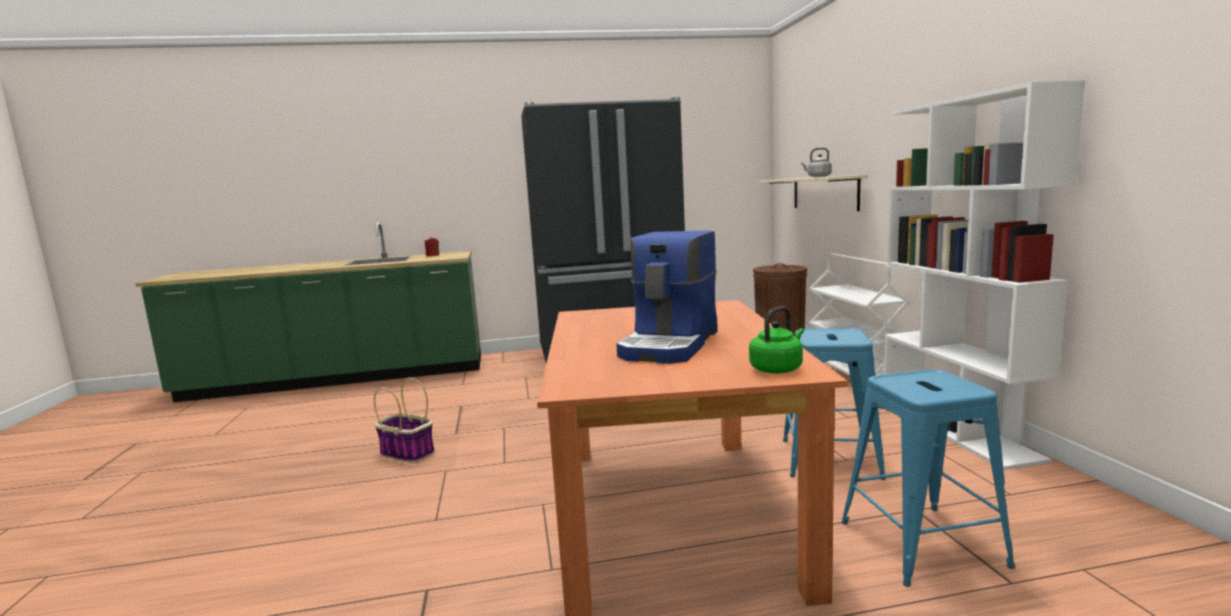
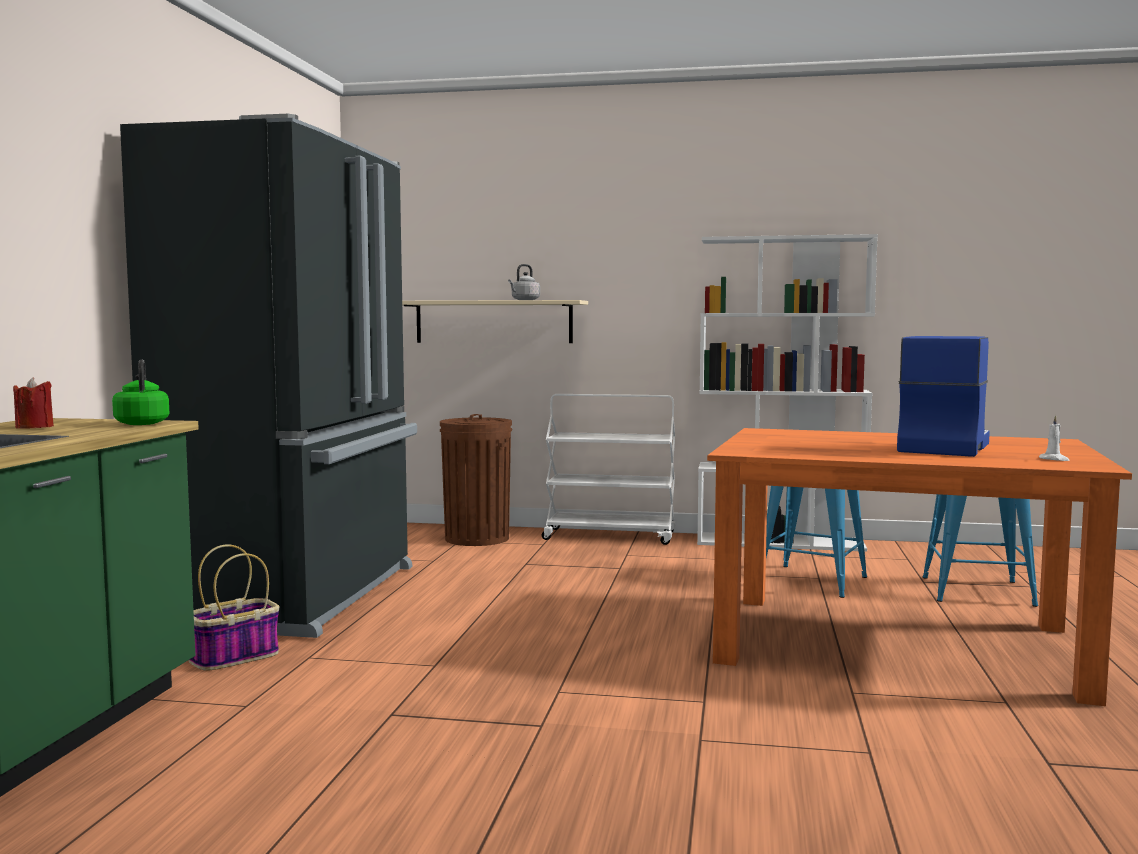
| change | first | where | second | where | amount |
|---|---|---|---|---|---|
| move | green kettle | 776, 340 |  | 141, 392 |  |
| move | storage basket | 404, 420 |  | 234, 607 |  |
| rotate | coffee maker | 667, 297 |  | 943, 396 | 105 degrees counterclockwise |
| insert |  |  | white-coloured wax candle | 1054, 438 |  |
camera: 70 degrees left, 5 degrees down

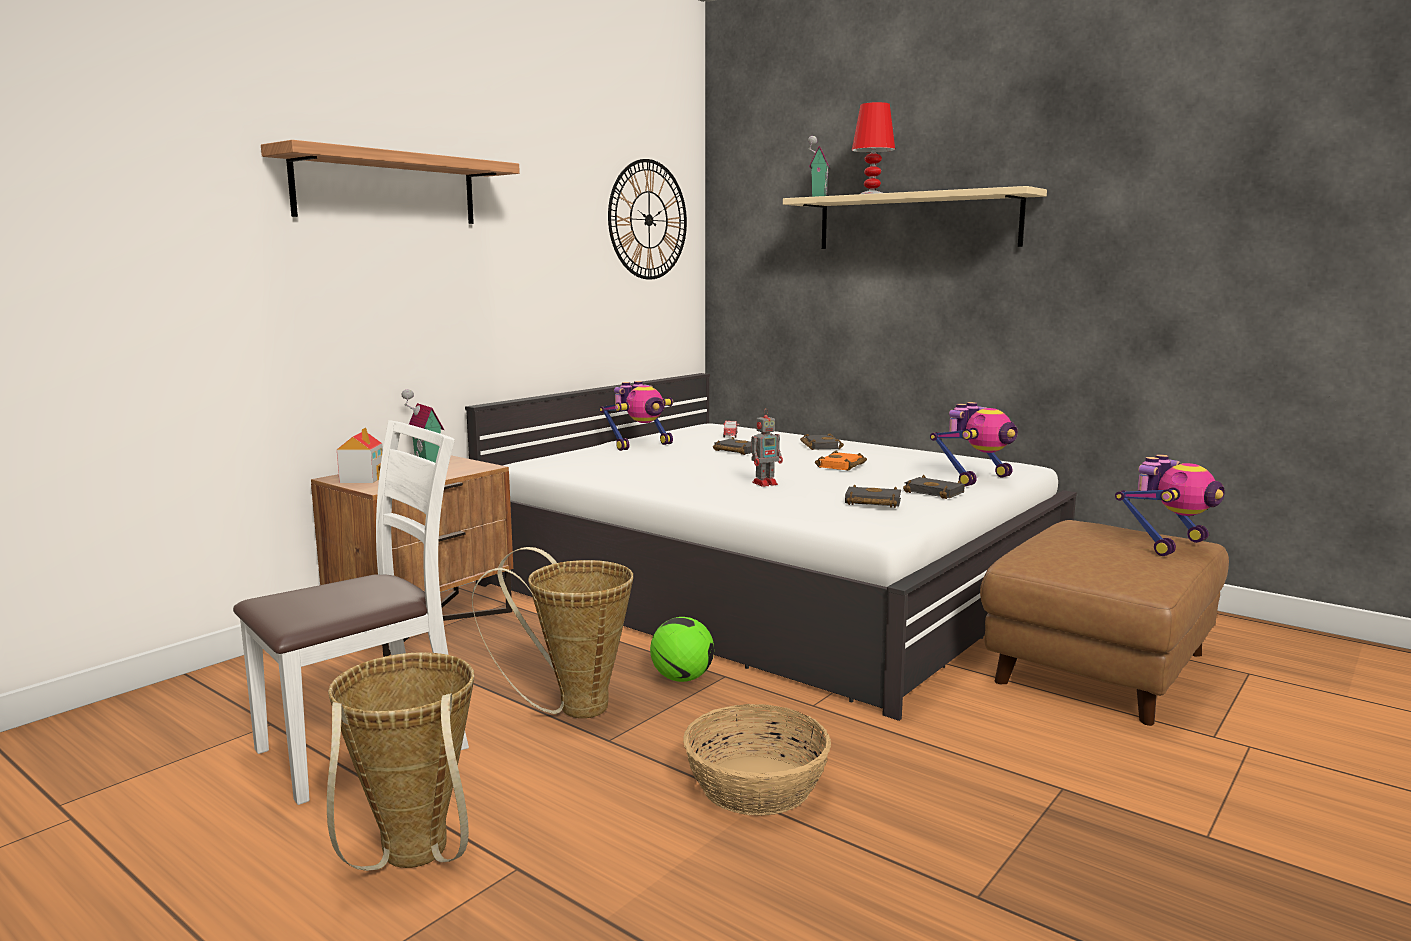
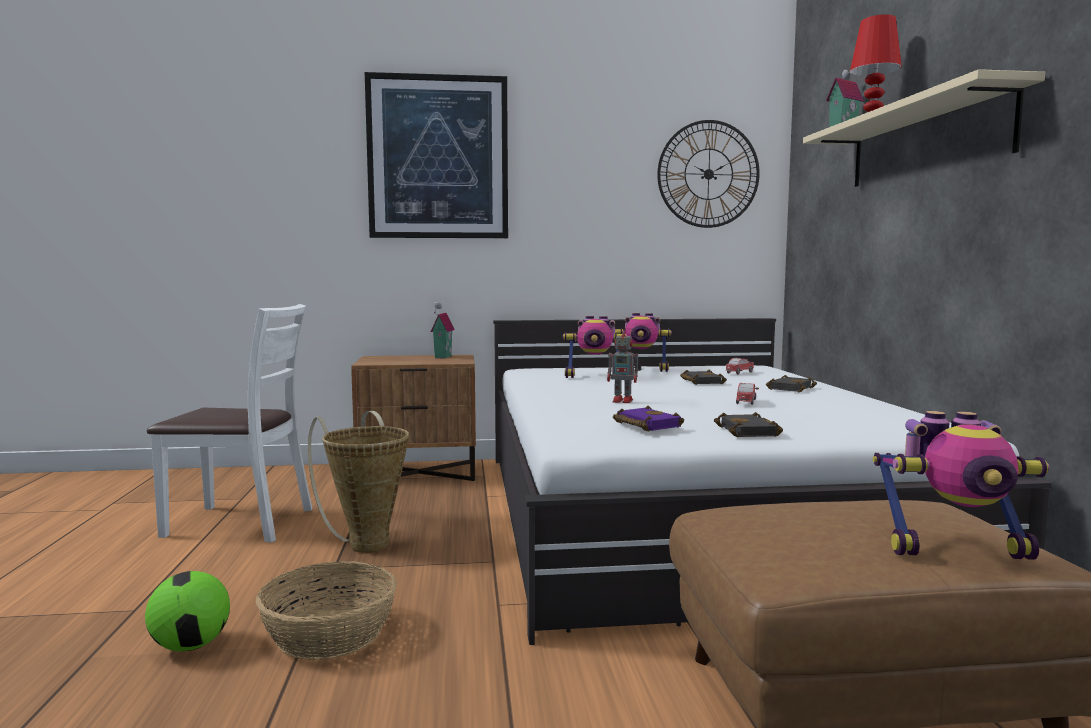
| change | first | where | second | where | amount |
|---|---|---|---|---|---|
| move | football ball | 682, 649 |  | 187, 611 |  |
| replace | bracket shelf | 390, 182 | wall picture | 436, 155 |  |
| move | model robot | 974, 444 |  | 595, 347 |  |
| recolor | blackish book | 873, 496 | purple-coloured book | 648, 418 |  |
| replace | orangey book | 841, 460 | miniature car | 747, 394 |  |
| delete | storage basket | 400, 761 |  |  |  |
| delete | miniature house | 360, 455 |  |  |  |
camera: 45 degrees right, 5 degrees down

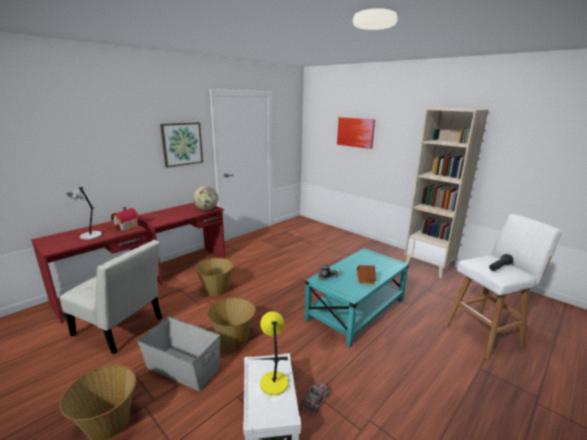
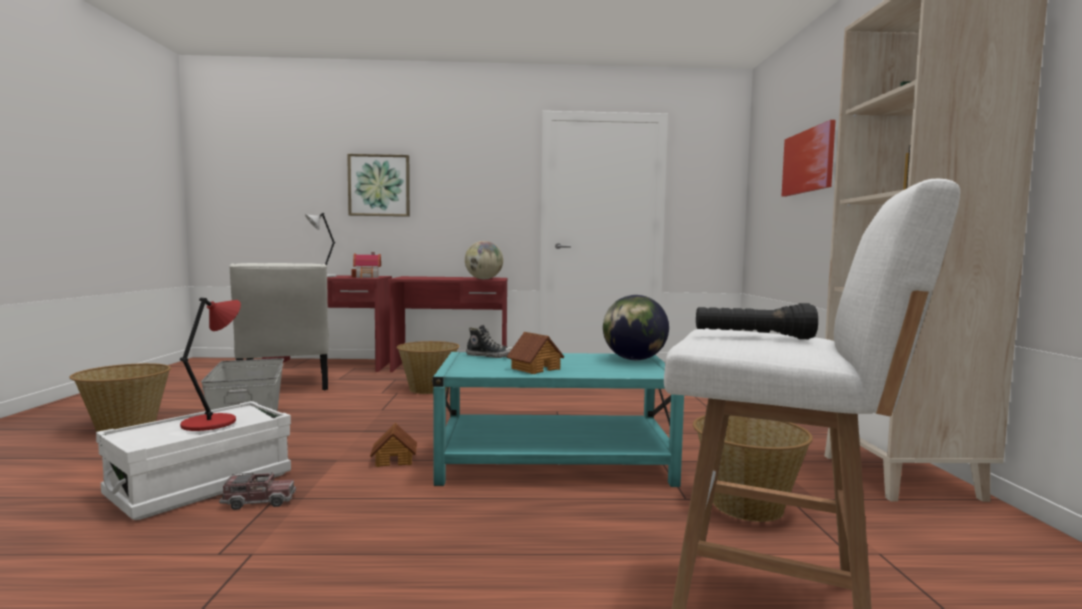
| change | first | where | second | where | amount |
|---|---|---|---|---|---|
| recolor | yellowish tabletop lamp | 274, 353 | red tabletop lamp | 210, 364 |  |
| move | wall picture | 181, 145 |  | 378, 185 |  |
| insert |  |  | miniature house | 393, 445 |  |
| insert |  |  | globe | 636, 327 |  |
| move | storage basket | 231, 323 |  | 753, 468 |  |
camera: 45 degrees right, 15 degrees down

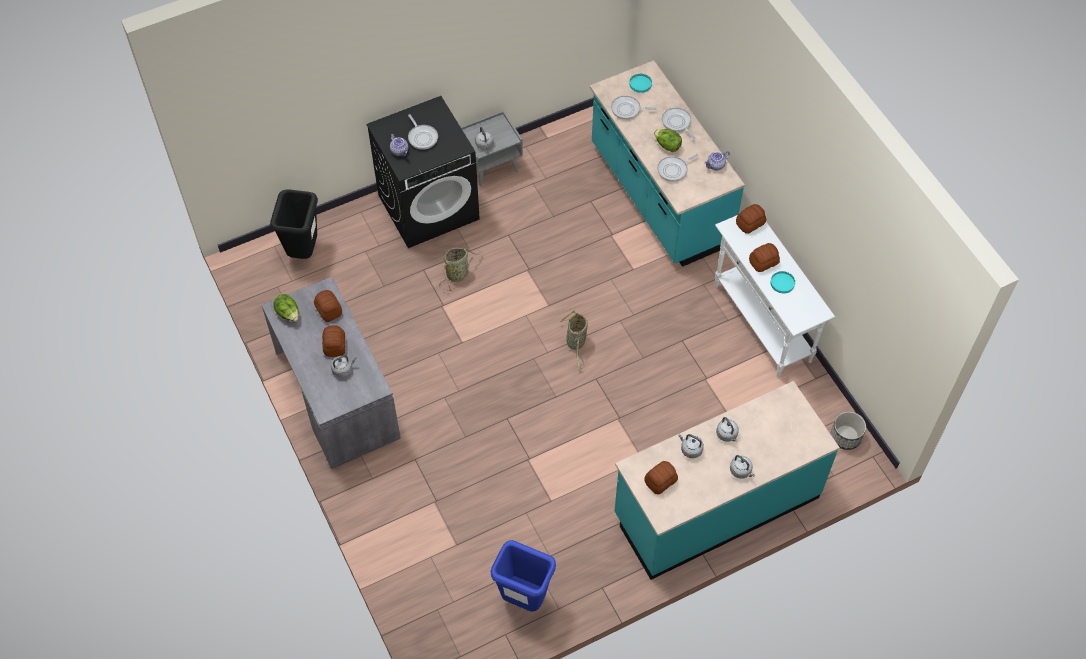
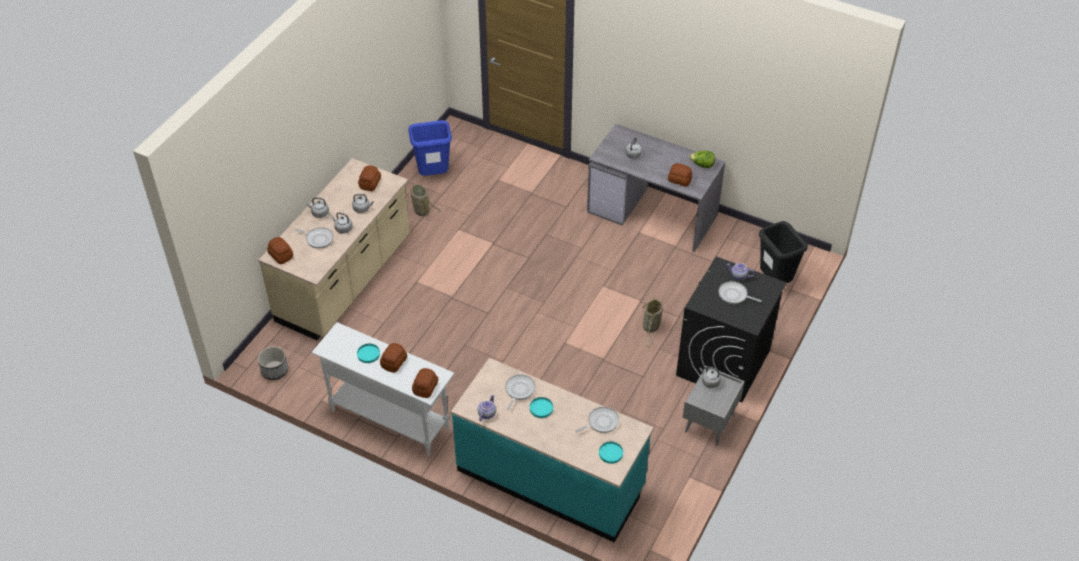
| change | first | where | second | where | amount |
|---|---|---|---|---|---|
| recolor | blue-green counter | 727, 480 | sand-coloured counter | 334, 249 |  |
| move | bakery bread | 333, 341 |  | 280, 250 |  |
| move | frying pan | 679, 123 |  | 314, 238 |  |
| move | storage basket | 574, 339 |  | 423, 202 |  |
| replace | lettuce head | 668, 140 | blue-green dinner plate | 541, 407 |  |
camera: 145 degrees right, 10 degrees down

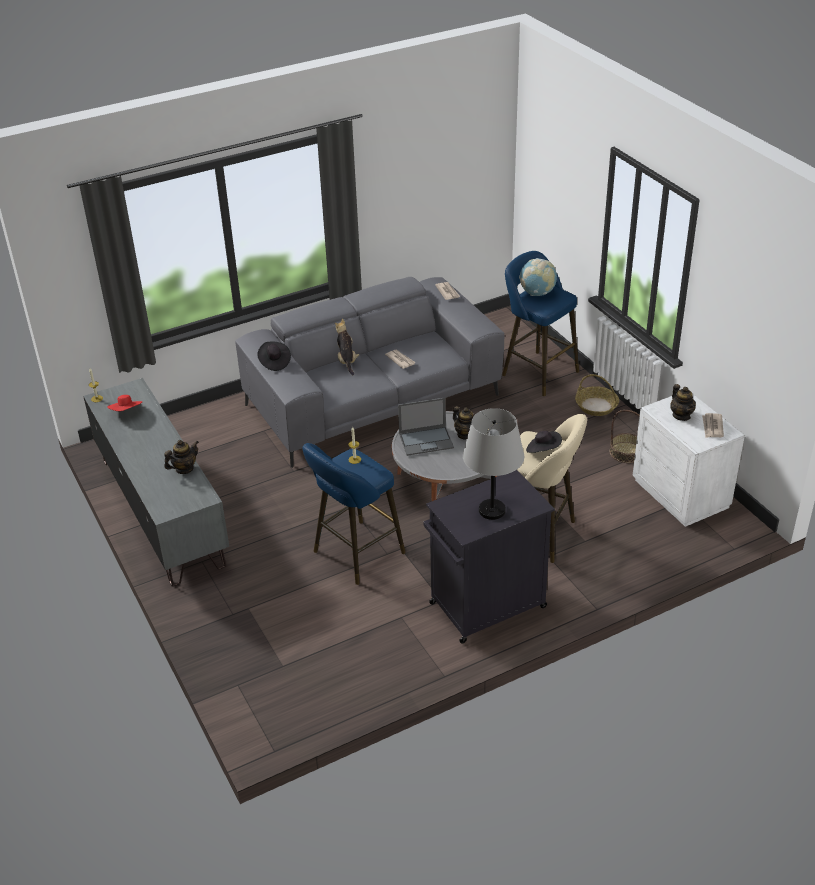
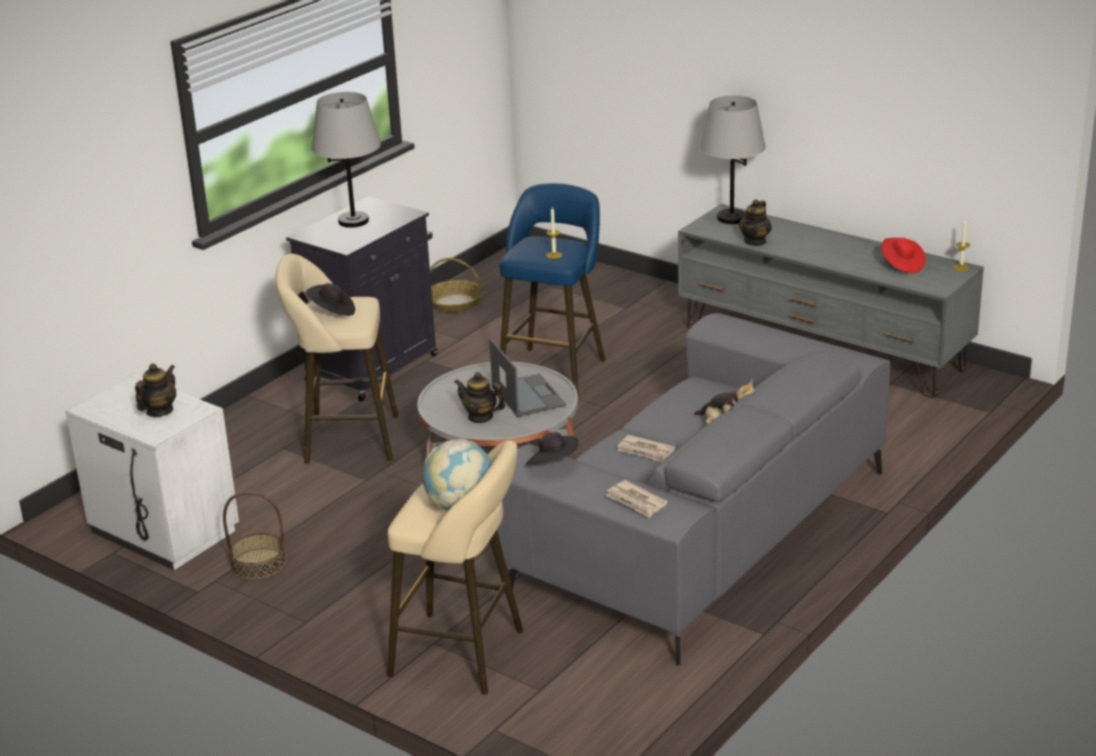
| change | first | where | second | where | amount |
|---|---|---|---|---|---|
| rotate | tea pot | 683, 402 |  | 155, 390 | 75 degrees clockwise |
| recolor | blue-coloured stool seat | 540, 323 | sand-coloured stool seat | 455, 567 |  |
| move | storage basket | 597, 395 |  | 456, 285 |  |
| rotate | portable computer | 426, 427 |  | 527, 377 | 105 degrees clockwise |
| move | blackish clothing hat | 274, 356 |  | 552, 448 |  |
| insert |  |  | gray tabletop lamp | 733, 159 |  |
| delete | printed paper | 713, 425 |  |  |  |
camera: 155 degrees right, 10 degrees down

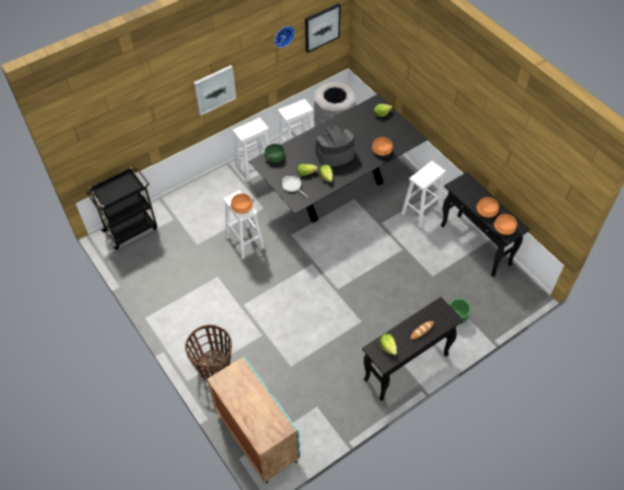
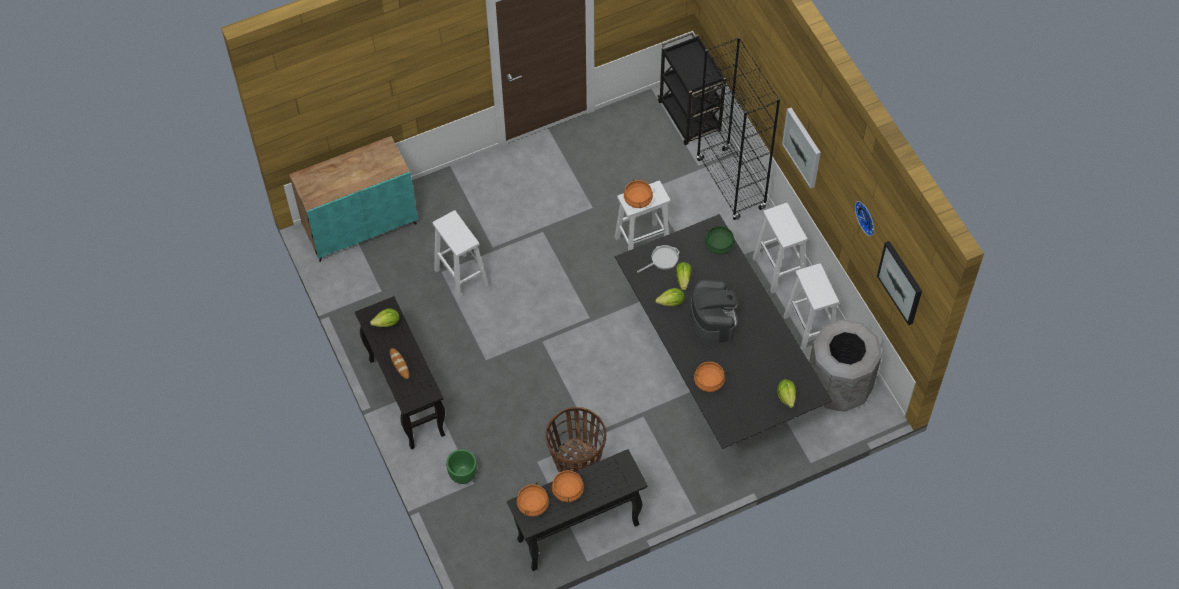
| change | first | where | second | where | amount |
|---|---|---|---|---|---|
| move | white-coloured stool seat | 423, 194 |  | 460, 256 |  |
| move | storage basket | 208, 352 |  | 576, 439 |  |
| insert |  |  | blackish bookshelf | 738, 128 |  |
camera: 100 degrees right, 5 degrees up

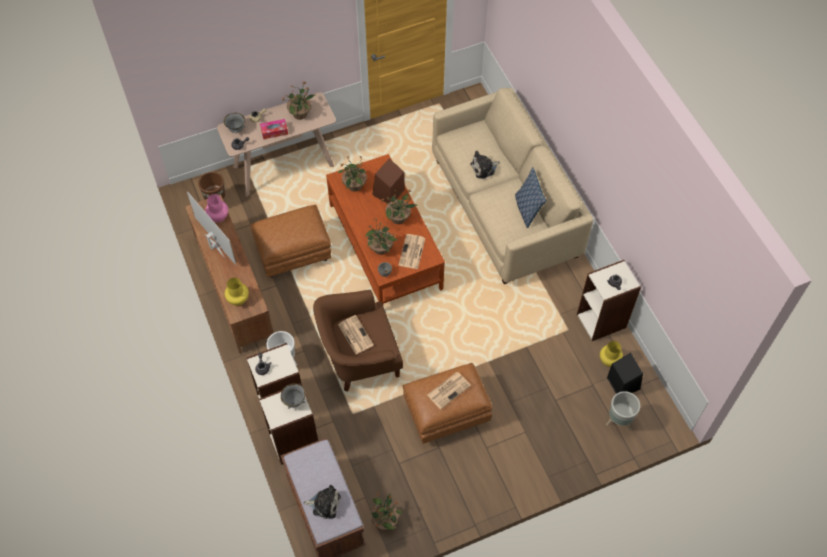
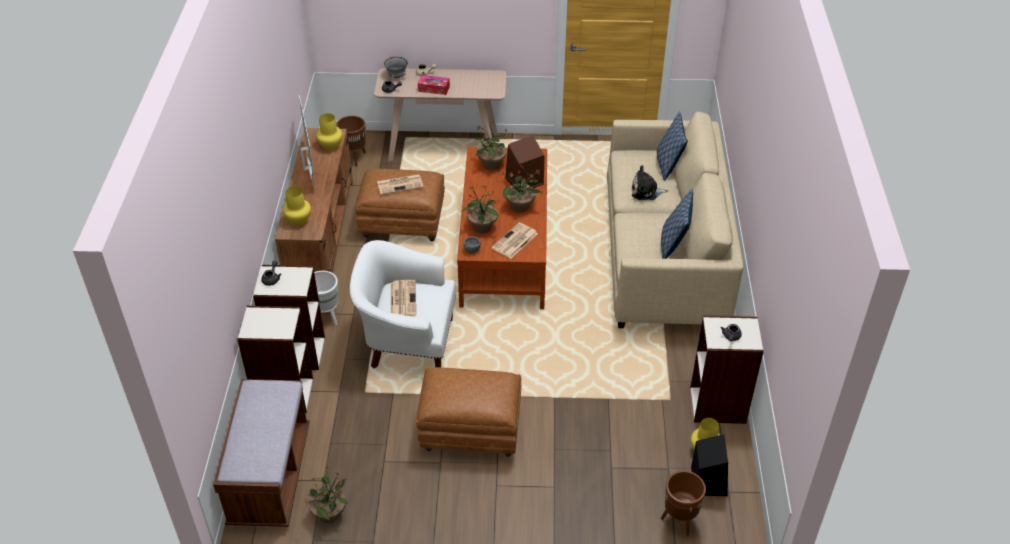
| change | first | where | second | where | amount |
|---|---|---|---|---|---|
| recolor | pinkish decorative vase | 216, 208 | yellowish decorative vase | 329, 132 |  |
| recolor | brownish easy chair | 358, 341 | white-coloured easy chair | 403, 304 |  |
| move | printed paper | 449, 390 |  | 400, 184 |  |
| insert |  |  | throw pillow | 672, 146 |  |
| recolor | gray plant pot | 623, 411 | brownish plant pot | 683, 503 |  |
| delete | houseplant | 298, 101 |  |  |  |
| delete | gray bowl | 293, 396 |  |  |  |
| delete | soft toy | 322, 502 |  |  |  |
camera: 25 degrees right, 15 degrees down

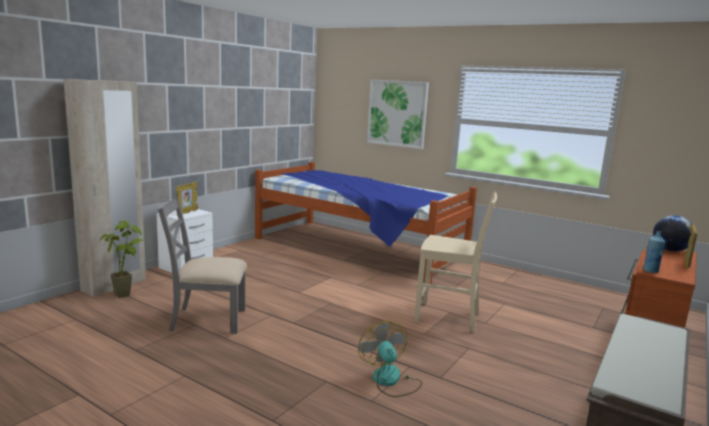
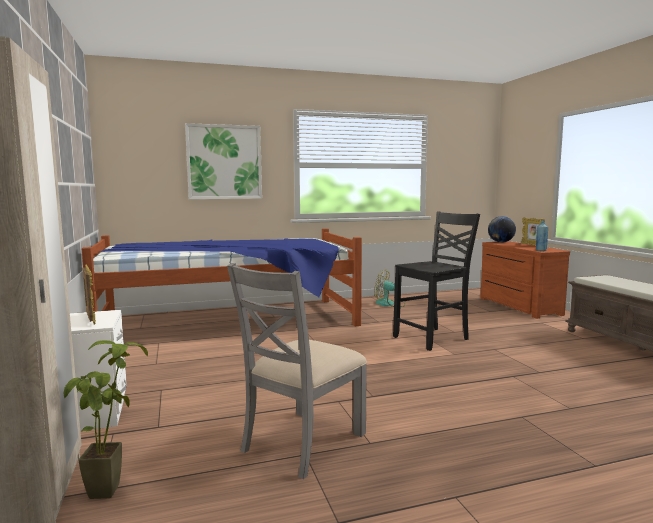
| change | first | where | second | where | amount |
|---|---|---|---|---|---|
| move | cooling fan | 390, 359 |  | 389, 288 |  |
| recolor | sand-coloured plain chair | 455, 261 | blackish plain chair | 436, 281 |  |
camera: 50 degrees left, 5 degrees down

